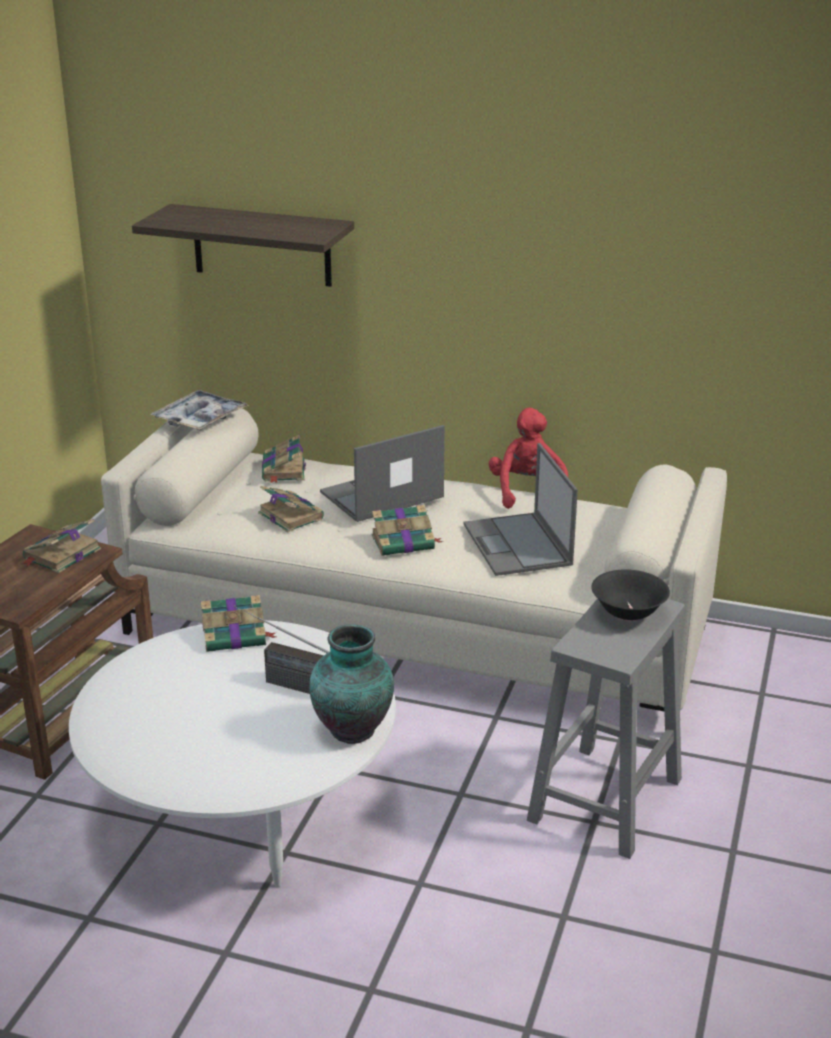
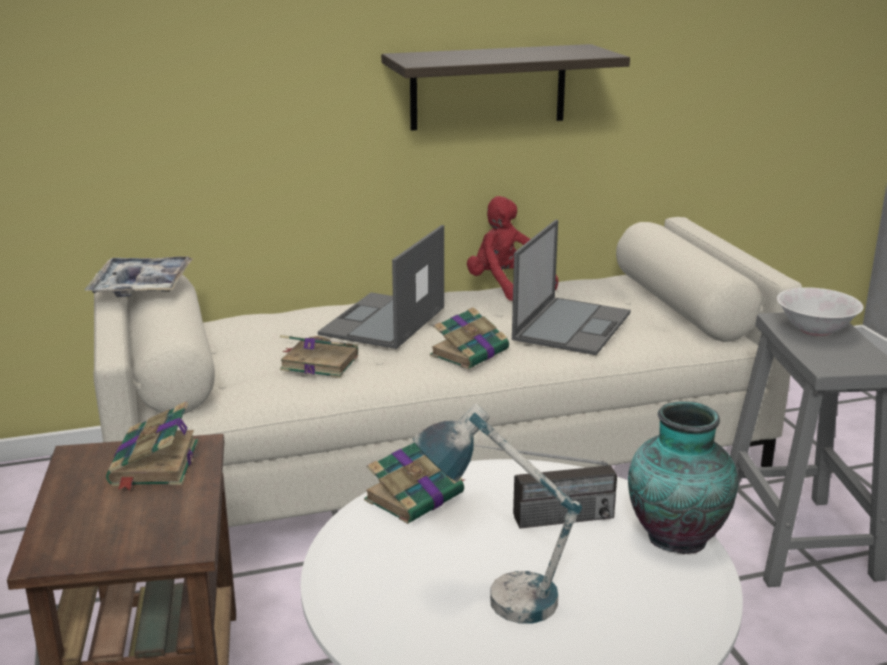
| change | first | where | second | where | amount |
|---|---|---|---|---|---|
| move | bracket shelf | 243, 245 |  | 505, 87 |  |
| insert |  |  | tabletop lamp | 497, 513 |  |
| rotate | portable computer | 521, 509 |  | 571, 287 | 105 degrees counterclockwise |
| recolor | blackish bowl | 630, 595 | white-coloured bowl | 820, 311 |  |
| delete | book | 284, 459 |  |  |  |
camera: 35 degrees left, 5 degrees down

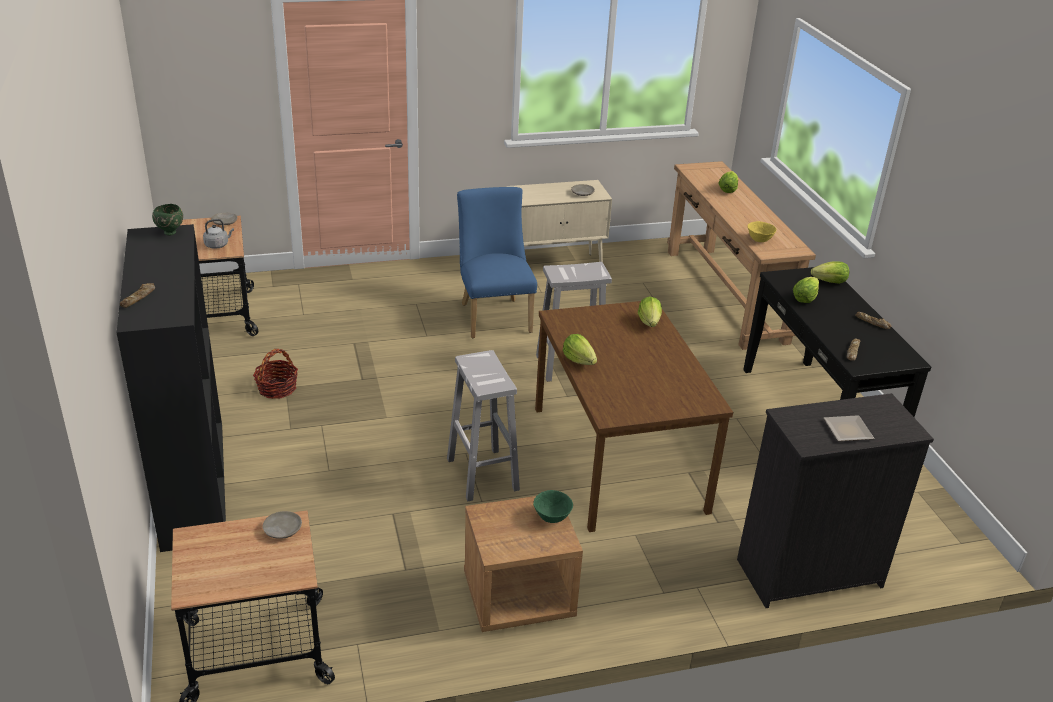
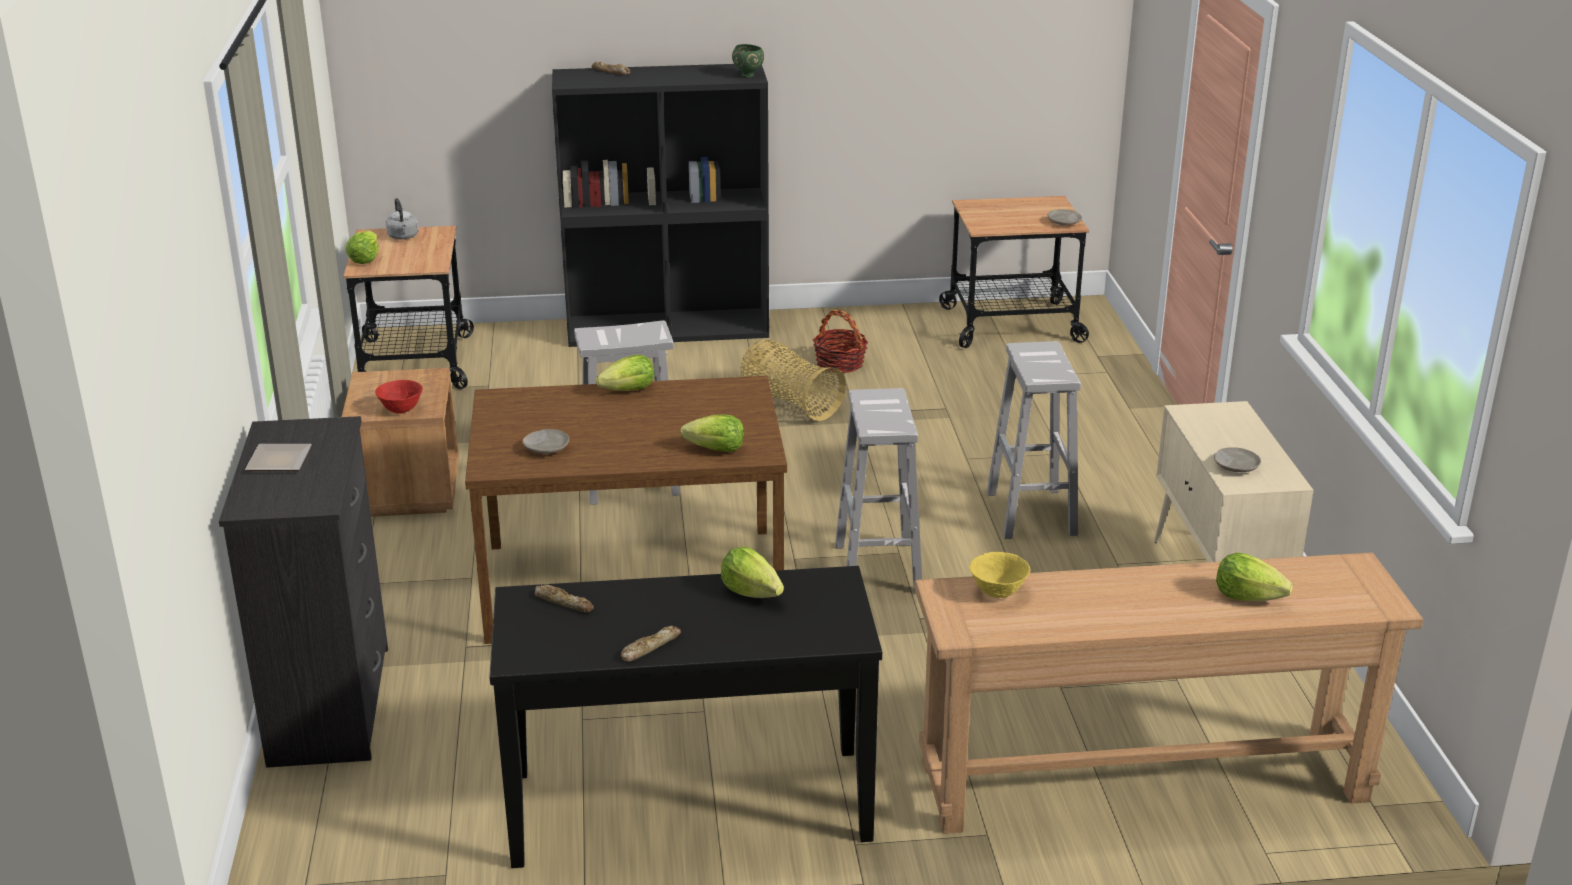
| change | first | where | second | where | amount |
|---|---|---|---|---|---|
| move | lettuce head | 830, 272 |  | 362, 247 |  |
| recolor | green bowl | 553, 506 | red bowl | 399, 397 |  |
| move | gray kettle | 218, 234 |  | 402, 218 |  |
| move | sand-coloured dinner plate | 282, 525 |  | 545, 441 |  |
| insert |  |  | storage basket | 793, 380 |  |
| replace | blue-coloured plain chair | 497, 262 | white-coloured stool seat | 1034, 440 |  |
camera: 100 degrees right, 5 degrees down

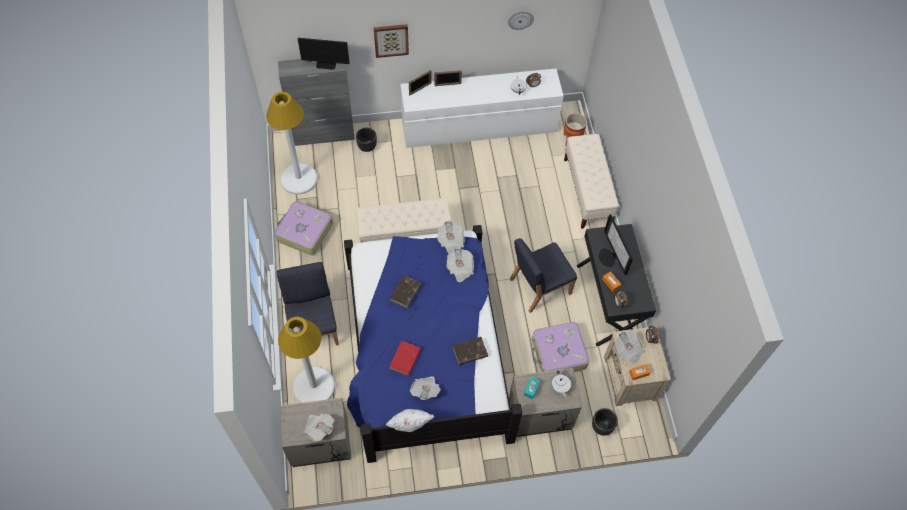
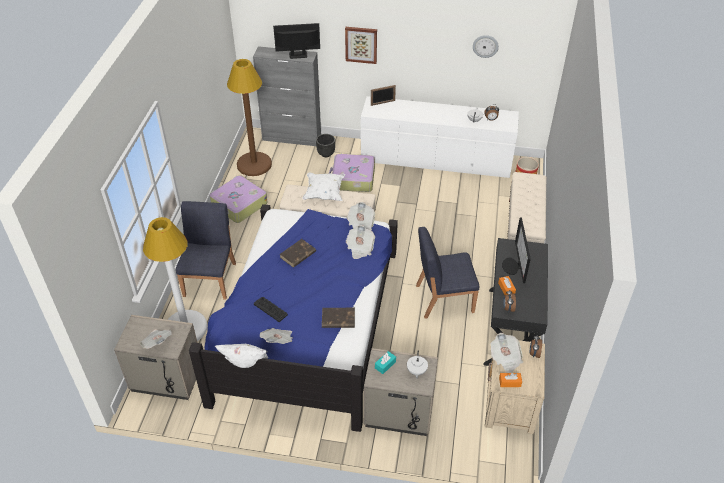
| change | first | where | second | where | amount |
|---|---|---|---|---|---|
| recolor | white-coloured floor lamp | 292, 143 | brownish floor lamp | 249, 117 |  |
| replace | red book | 405, 358 | PC keyboard | 271, 309 |  |
| rotate | computer display | 323, 54 |  | 296, 41 | 150 degrees clockwise |
| insert |  |  | white-coloured throw pillow | 323, 186 |  |
| move | piece of luggage | 560, 347 |  | 352, 173 |  |
| delete | standing frame | 448, 78 |  |  |  |
| delete | blackish plant pot | 605, 422 |  |  |  |
camera: 20 degrees right, 15 degrees down

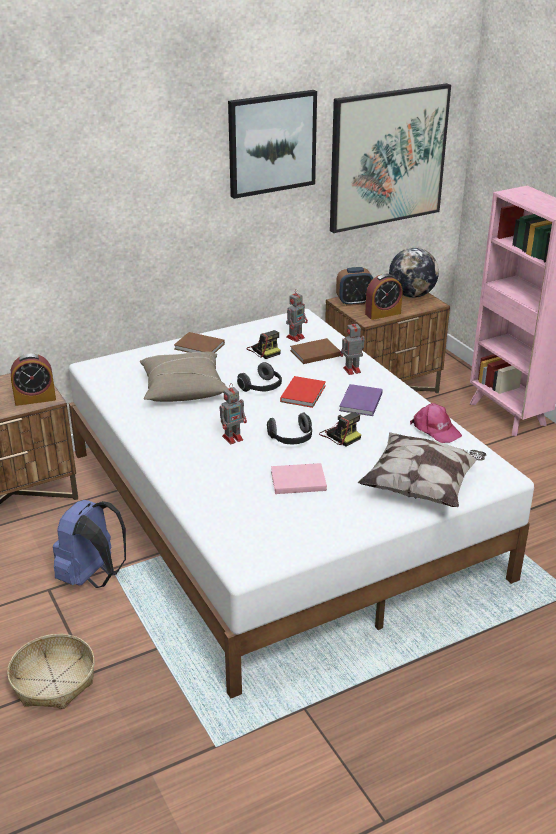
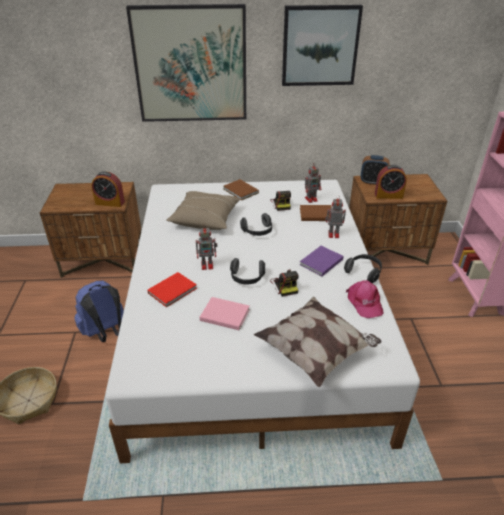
| change | first | where | second | where | amount |
|---|---|---|---|---|---|
| move | wall picture | 390, 158 |  | 186, 63 |  |
| move | red book | 303, 392 |  | 172, 290 |  |
| insert |  |  | pair of headphones | 363, 268 |  |
| delete | globe | 414, 273 |  |  |  |
camera: 25 degrees right, 5 degrees up

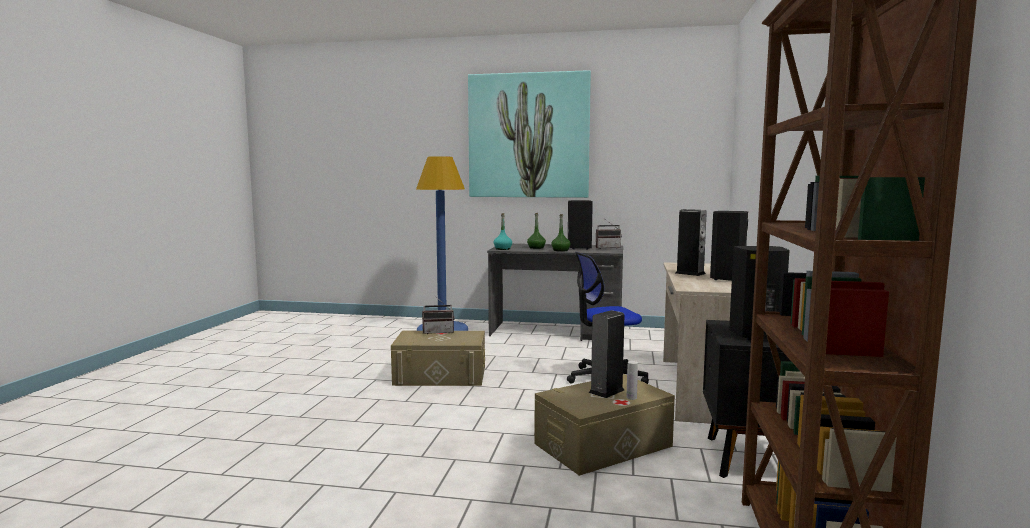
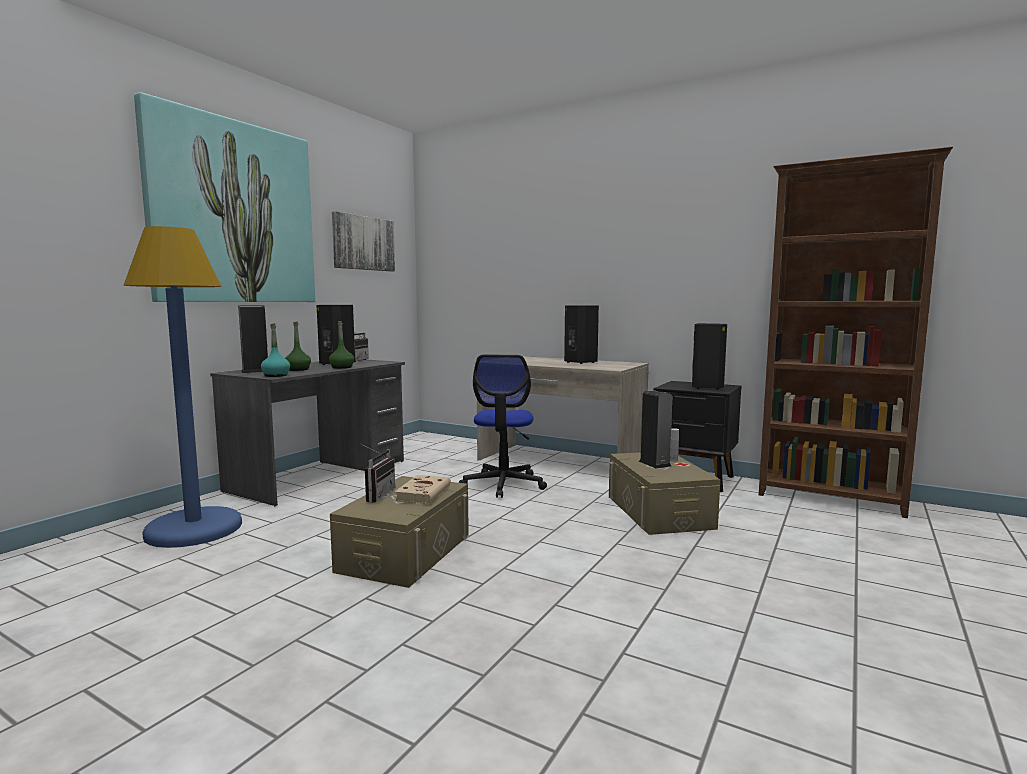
| change | first | where | second | where | amount |
|---|---|---|---|---|---|
| move | speaker | 691, 242 |  | 253, 339 |  |
| insert |  |  | wall picture | 363, 241 |  |
| insert |  |  | sand-coloured book | 423, 489 |  |
camera: 70 degrees left, 0 degrees up

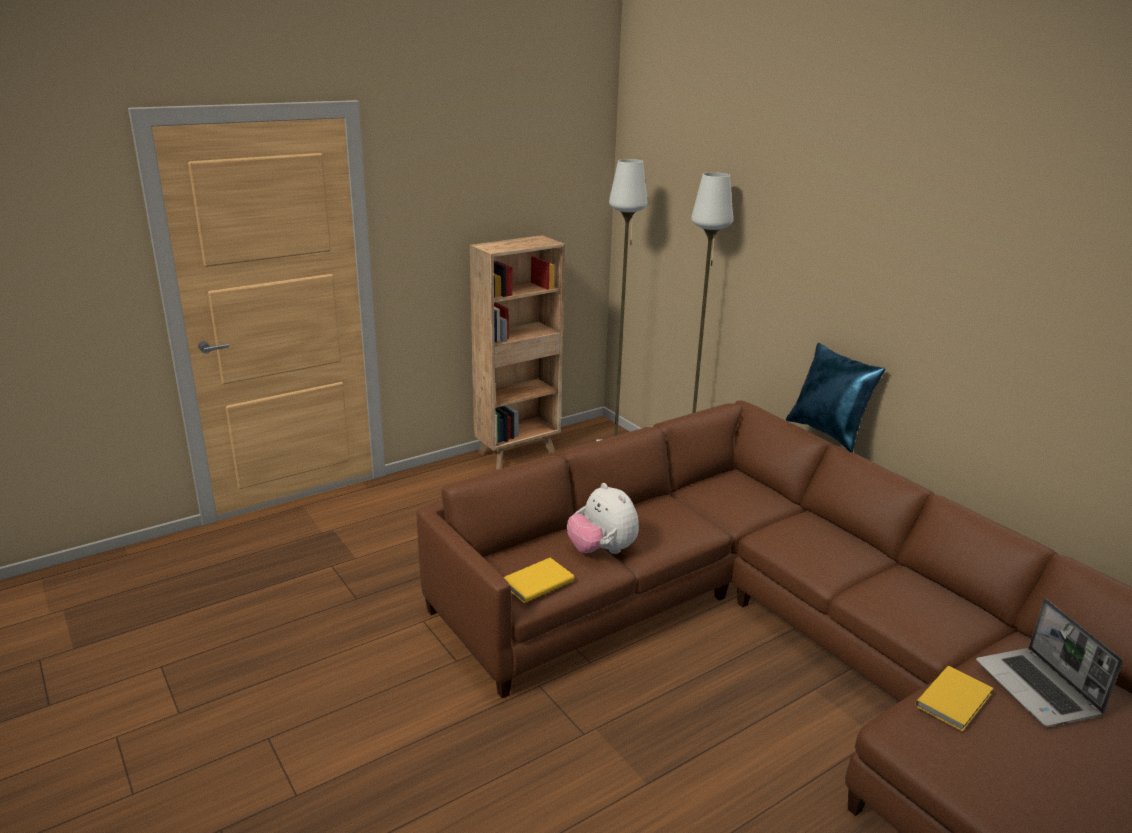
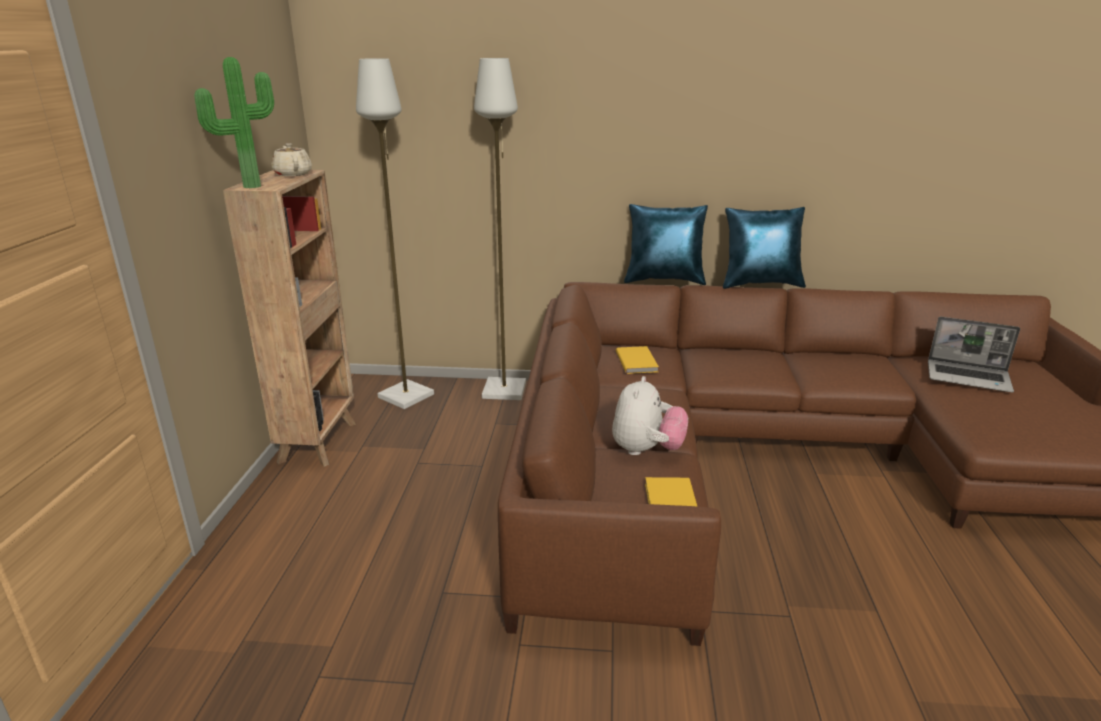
| change | first | where | second | where | amount |
|---|---|---|---|---|---|
| insert |  |  | houseplant | 234, 122 |  |
| insert |  |  | sand-coloured tea pot | 292, 159 |  |
| rotate | soft toy | 603, 518 |  | 650, 415 | 75 degrees counterclockwise |
| move | yellowish book | 954, 699 |  | 637, 360 |  |
| insert |  |  | blue-coloured throw pillow | 764, 248 |  |
camera: 50 degrees left, 0 degrees up

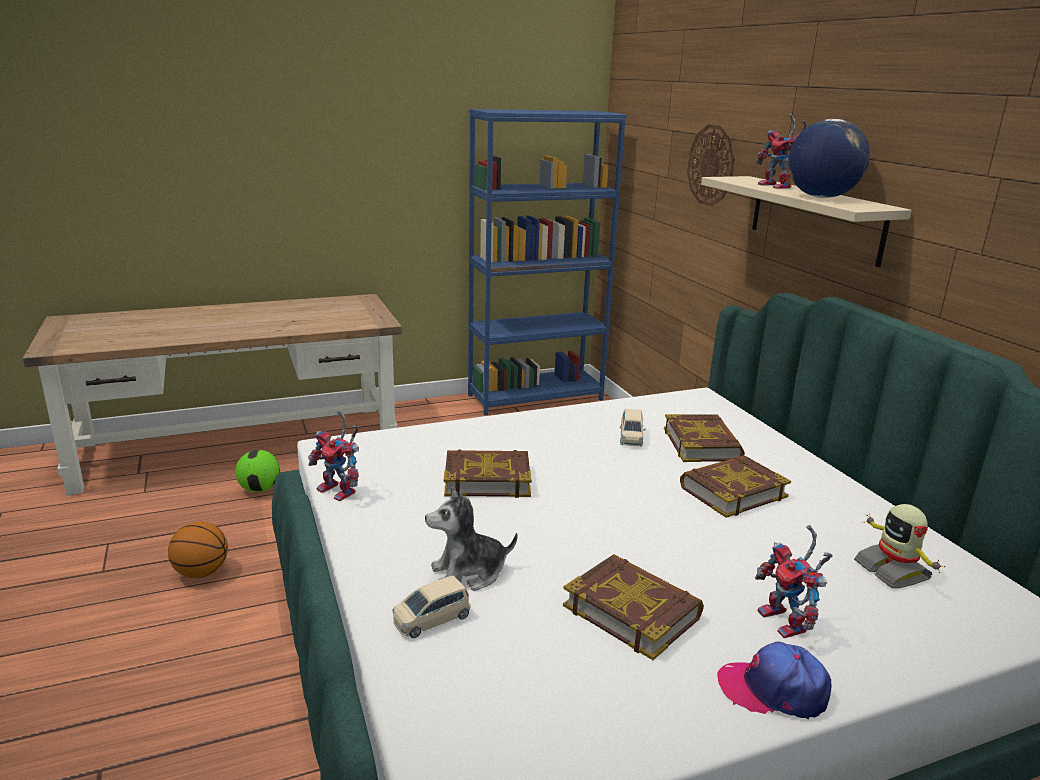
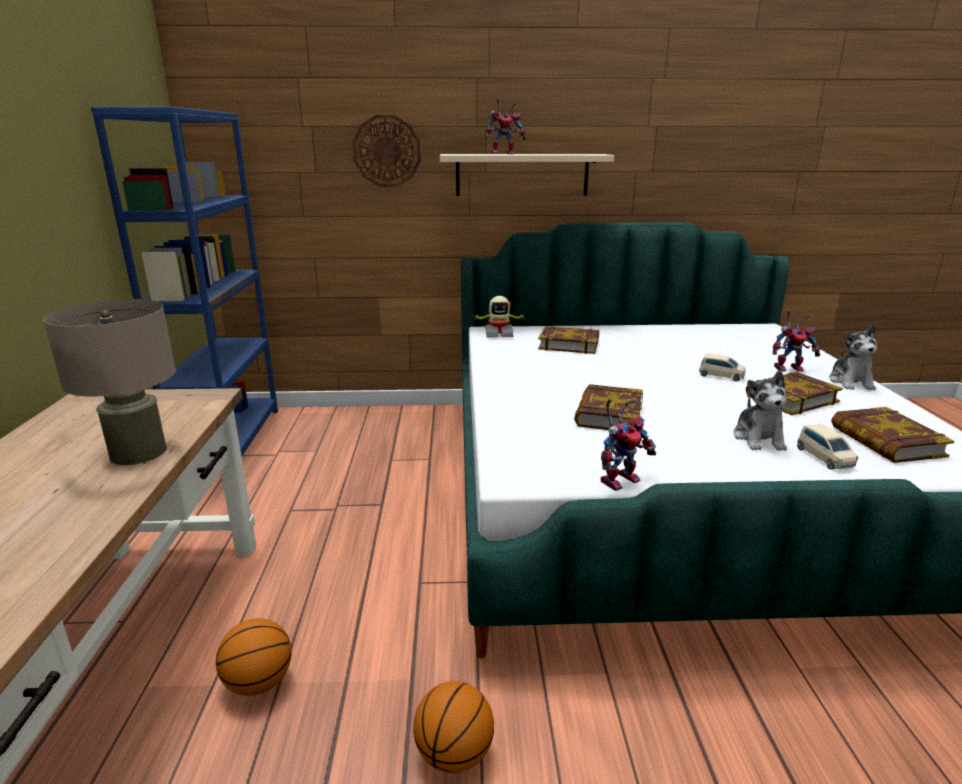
| change | first | where | second | where | amount |
|---|---|---|---|---|---|
| insert |  |  | sand-coloured tabletop lamp | 109, 382 |  |
| replace | football ball | 257, 471 | basketball | 253, 657 |  |
| move | model robot | 899, 546 |  | 499, 317 |  |
| move | sand-coloured miniature car | 633, 428 |  | 722, 367 |  |
| replace | peaked cap | 774, 680 | soft toy | 853, 357 |  |
| move | book | 735, 486 |  | 892, 435 |  |
| delete | globe | 829, 158 |  |  |  |
camera: 70 degrees left, 0 degrees up

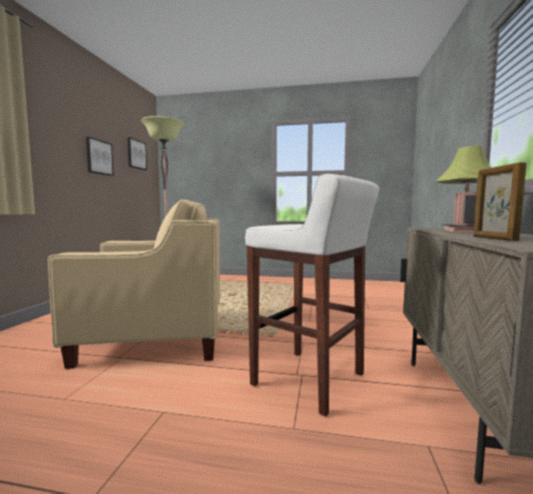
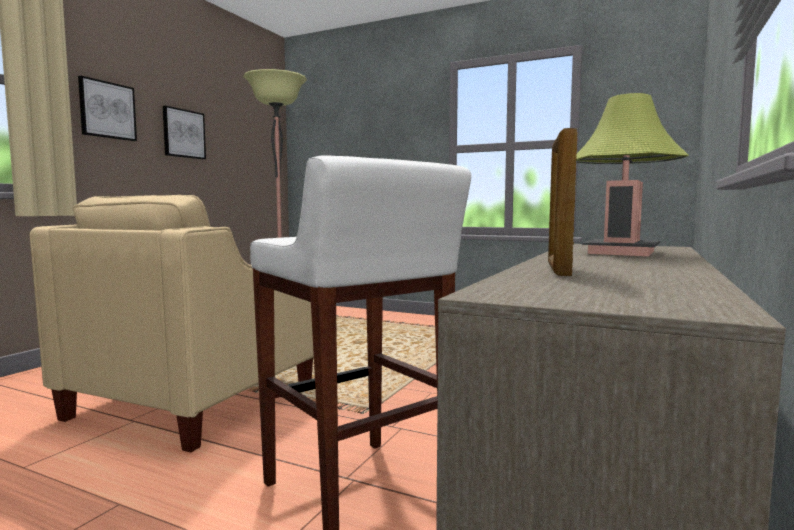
| change | first | where | second | where | amount |
|---|---|---|---|---|---|
| rotate | sand-coloured easy chair | 134, 284 |  | 172, 324 | 105 degrees clockwise |
| move | wall picture | 137, 153 |  | 107, 108 |  |
camera: 15 degrees right, 0 degrees up

